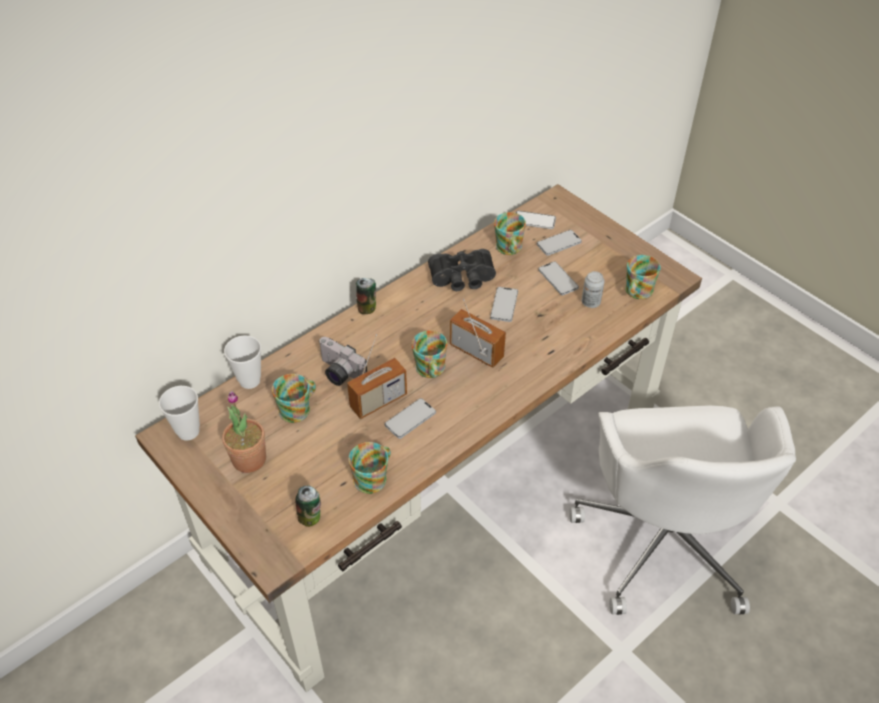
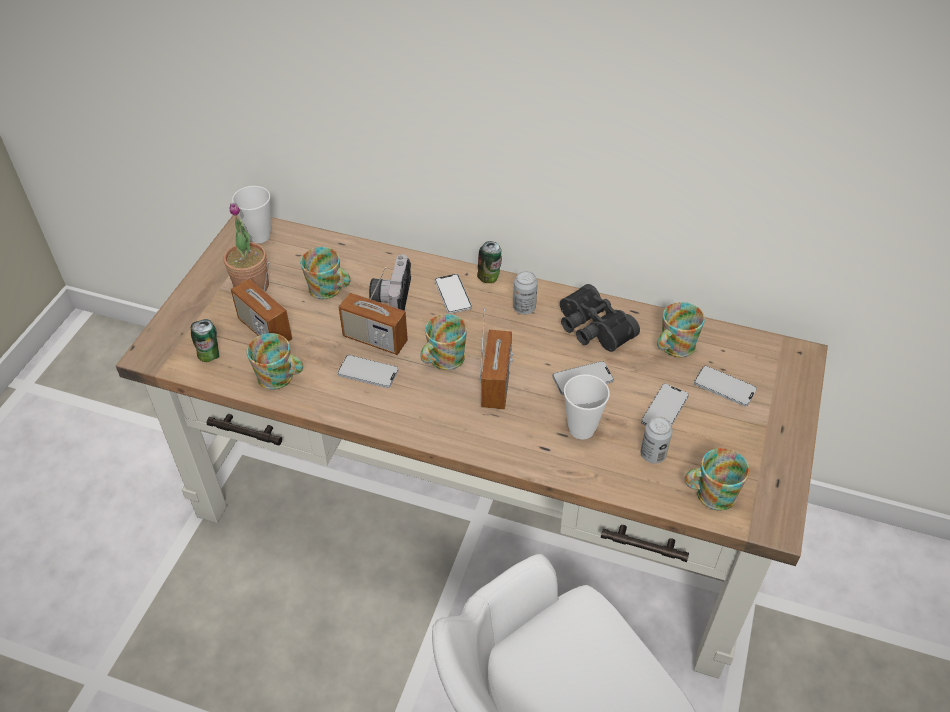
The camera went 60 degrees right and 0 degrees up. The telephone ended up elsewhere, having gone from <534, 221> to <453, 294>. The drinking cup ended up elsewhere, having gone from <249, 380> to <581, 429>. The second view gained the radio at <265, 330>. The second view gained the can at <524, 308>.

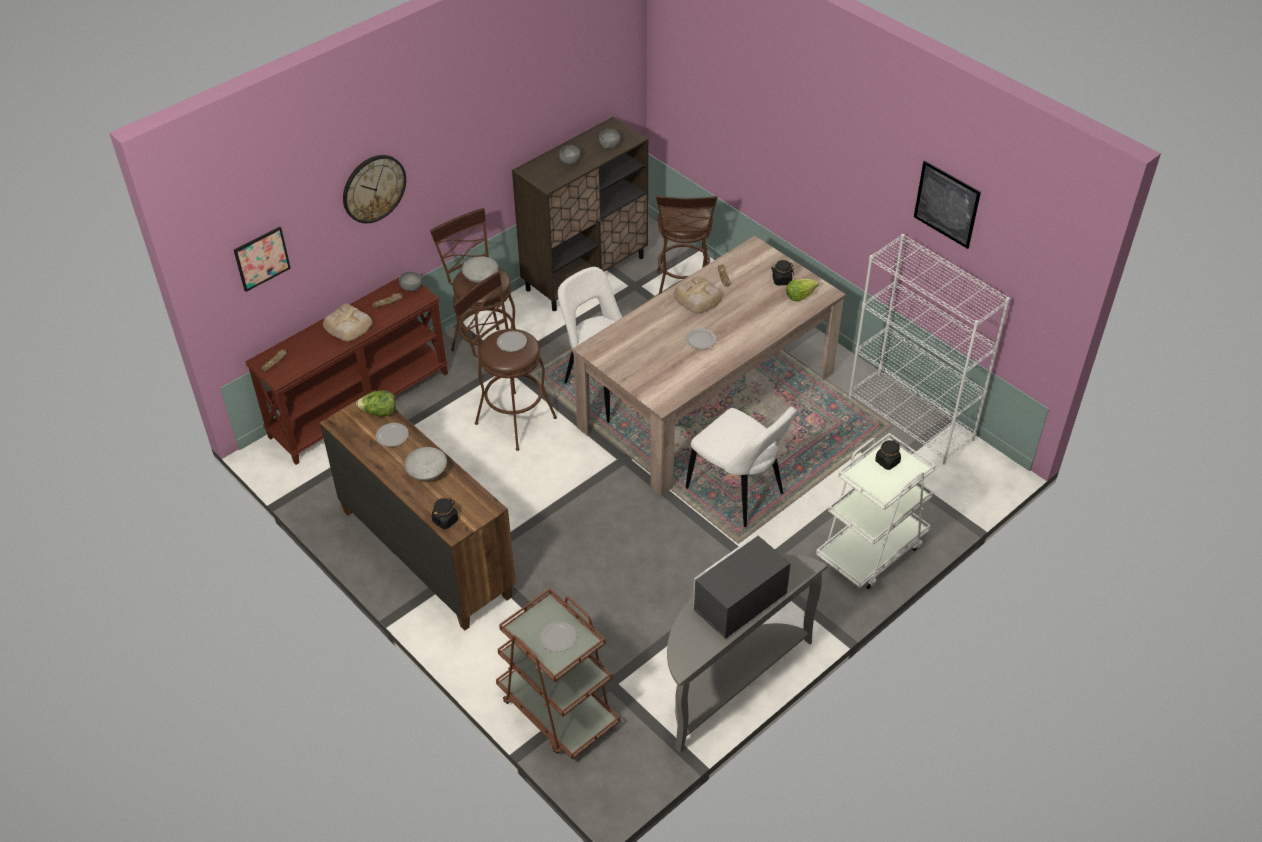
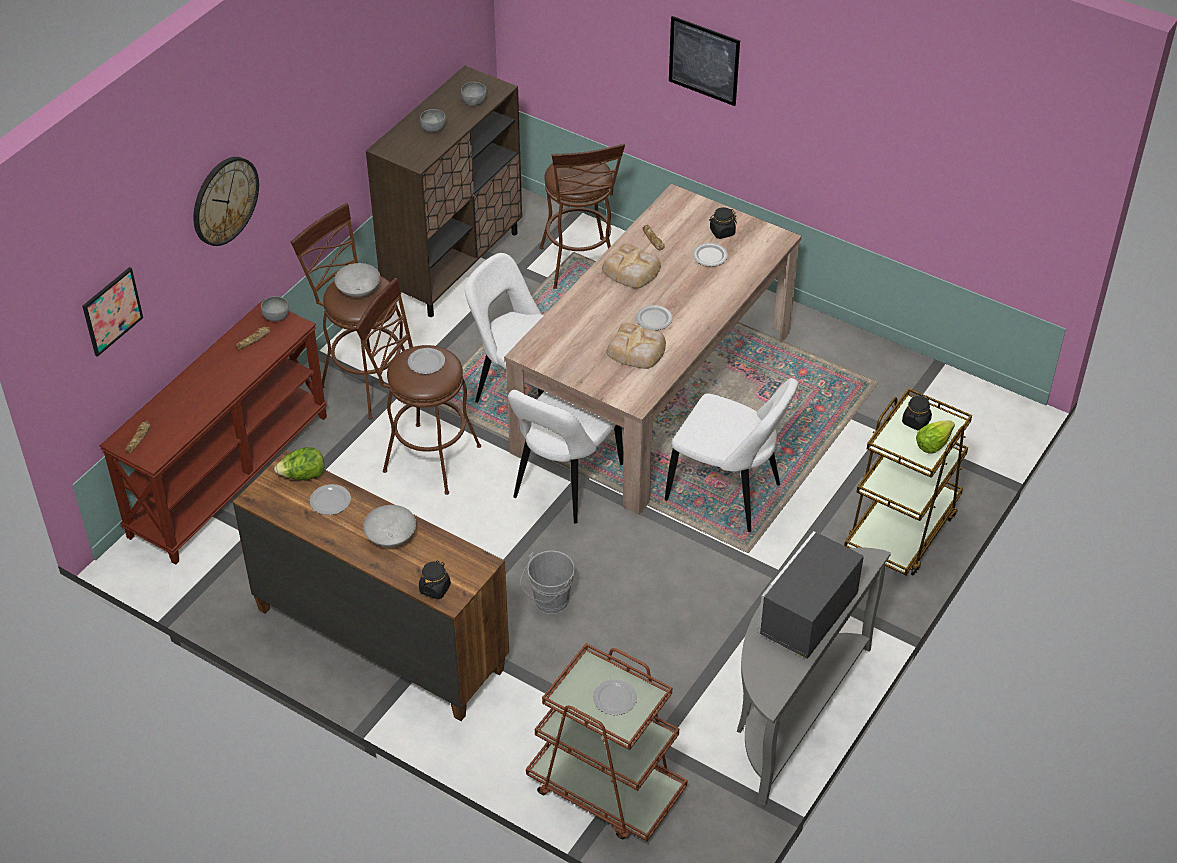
The camera went 15 degrees left and 0 degrees up. The picture ended up elsewhere, having gone from <946, 204> to <704, 60>. The second view lost the bookshelf/white-coloured at <911, 419>. The lettuce head ended up elsewhere, having gone from <799, 296> to <932, 444>. The bread ended up elsewhere, having gone from <348, 326> to <637, 350>. What was the trolley/white-coloured at <871, 550> turned into the trolley/brown at <901, 530>. The second view gained the dinner plate at <710, 256>. The second view gained the chair/white-coloured at <564, 484>. The second view gained the water bucket/gray at <549, 603>.

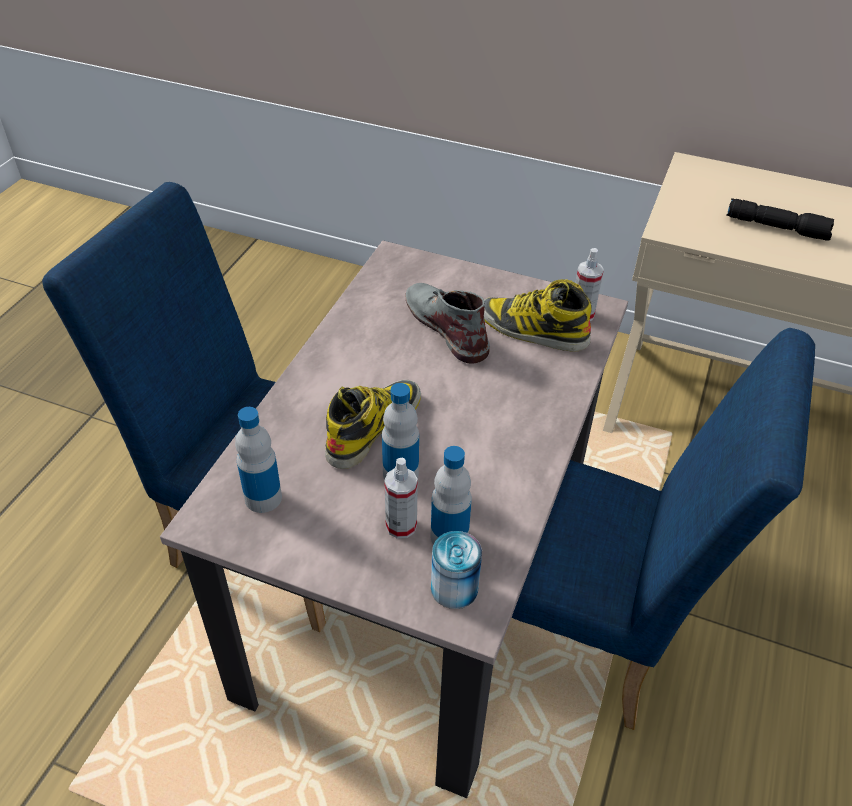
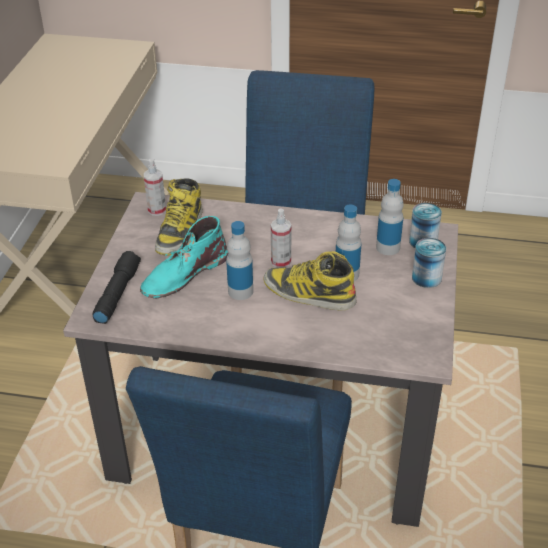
The camera went 100 degrees left and 5 degrees down. The flashlight/blackish ended up elsewhere, having gone from <777, 227> to <117, 293>. What was the tall boot/gray at <446, 325> turned into the tall boot/turquoise-coloured at <184, 274>. The beverage bottle ended up elsewhere, having gone from <263, 498> to <240, 291>. The spray bottle ended up elsewhere, having gone from <401, 526> to <281, 262>. The second view gained the can at <426, 278>.

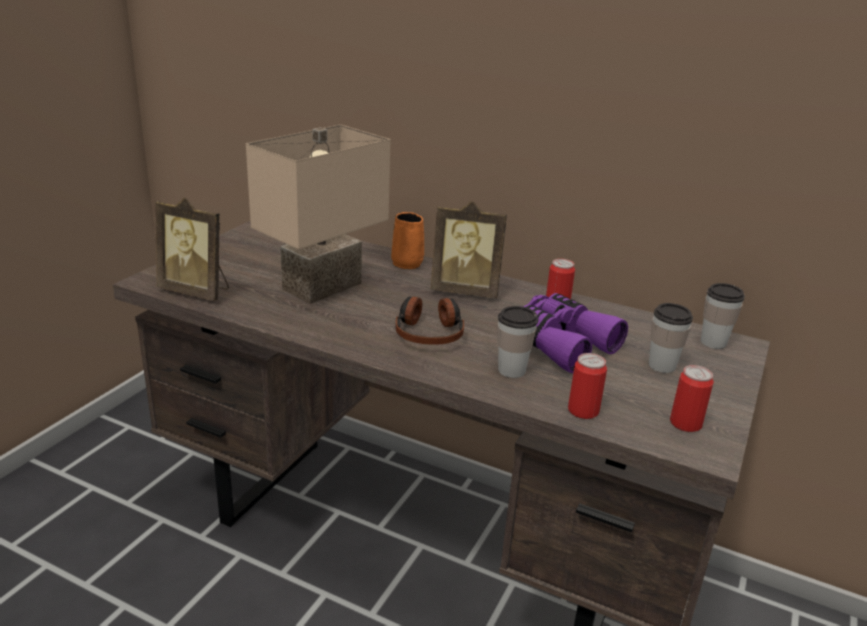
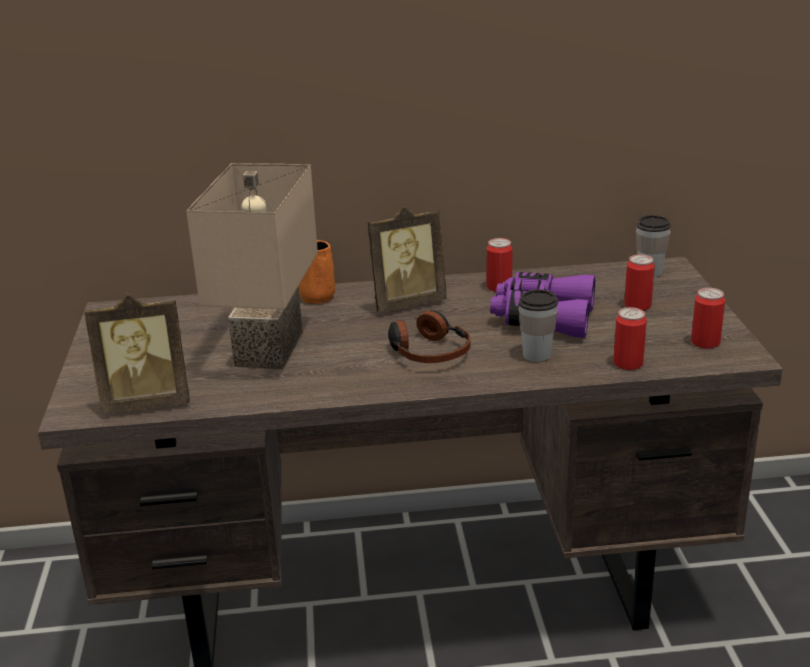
The camera went 30 degrees left and 0 degrees up. Where the drinking cup stood at <662, 366>, the can came to stand at <637, 305>.

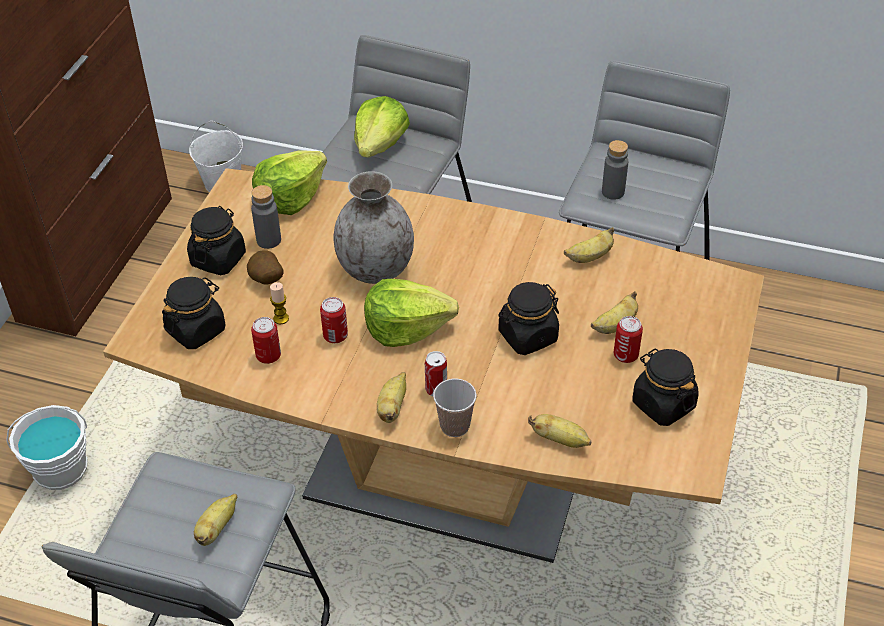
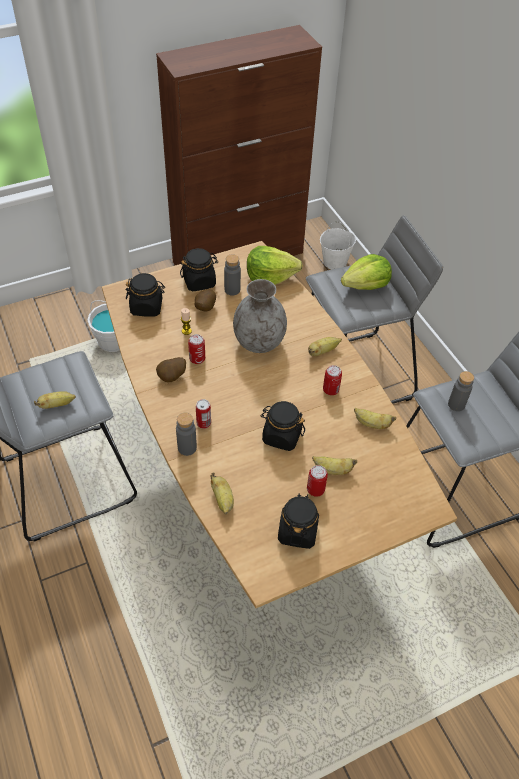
The camera went 45 degrees right and 5 degrees up. The second view lost the lettuce head at <406, 328>. The can ended up elsewhere, having gone from <268, 356> to <330, 390>. The banana ended up elsewhere, having gone from <392, 407> to <322, 351>. Where the drinking cup stood at <455, 426>, the beverage bottle/gray came to stand at <187, 448>. The second view gained the spud at <172, 377>.

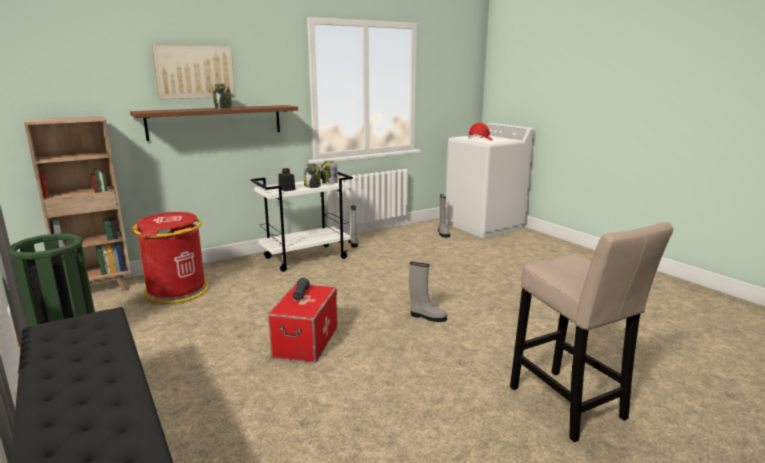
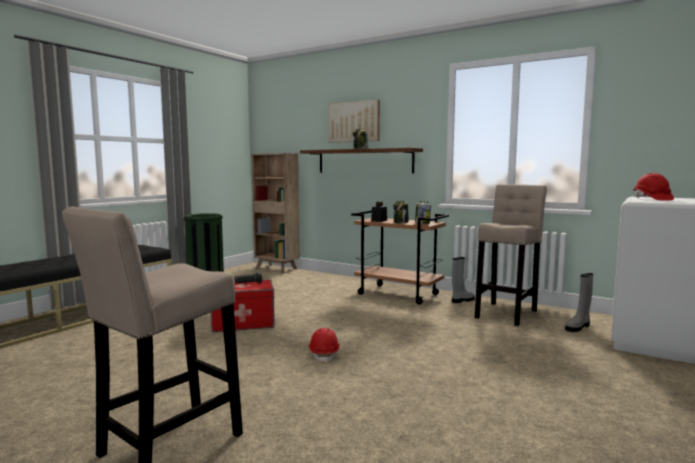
The camera went 65 degrees right and 10 degrees down. What was the trolley/white-coloured at <306, 258> turned into the trolley/brown at <399, 294>. The second view lost the trash can/red-coloured at <177, 291>. Where the tall boot/gray stood at <427, 317>, the safety helmet/red-coloured came to stand at <324, 354>. The second view gained the sitting stool/beige at <507, 313>.

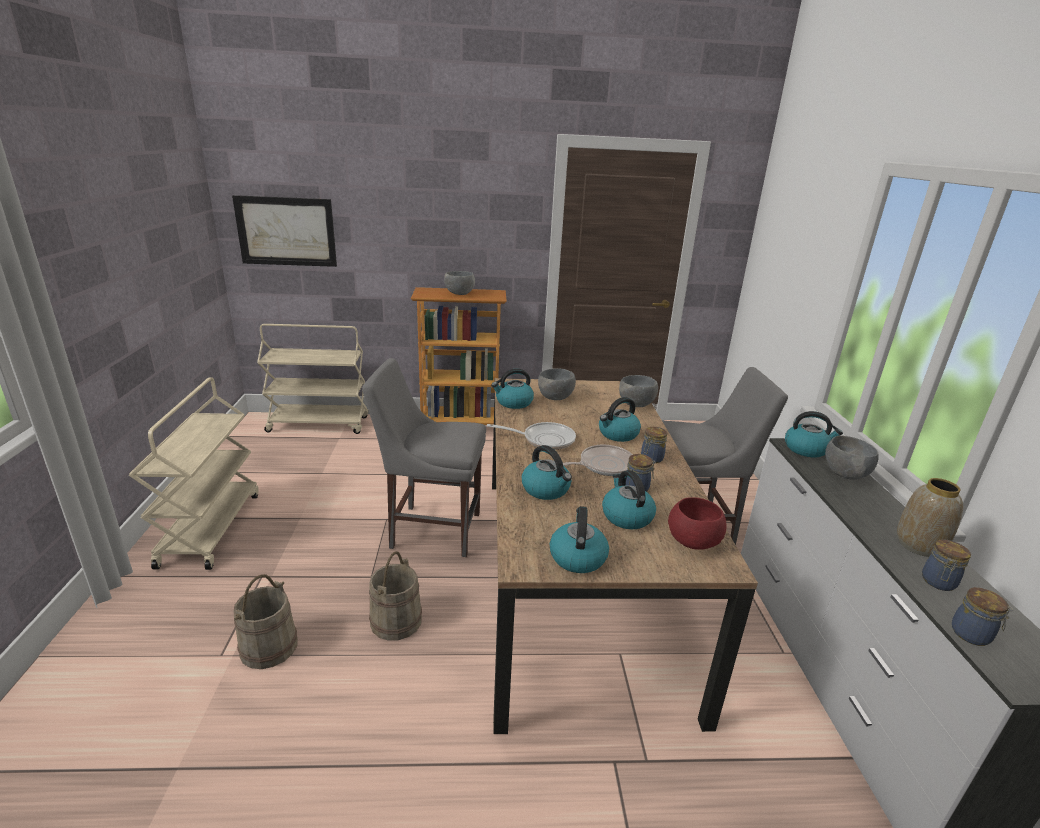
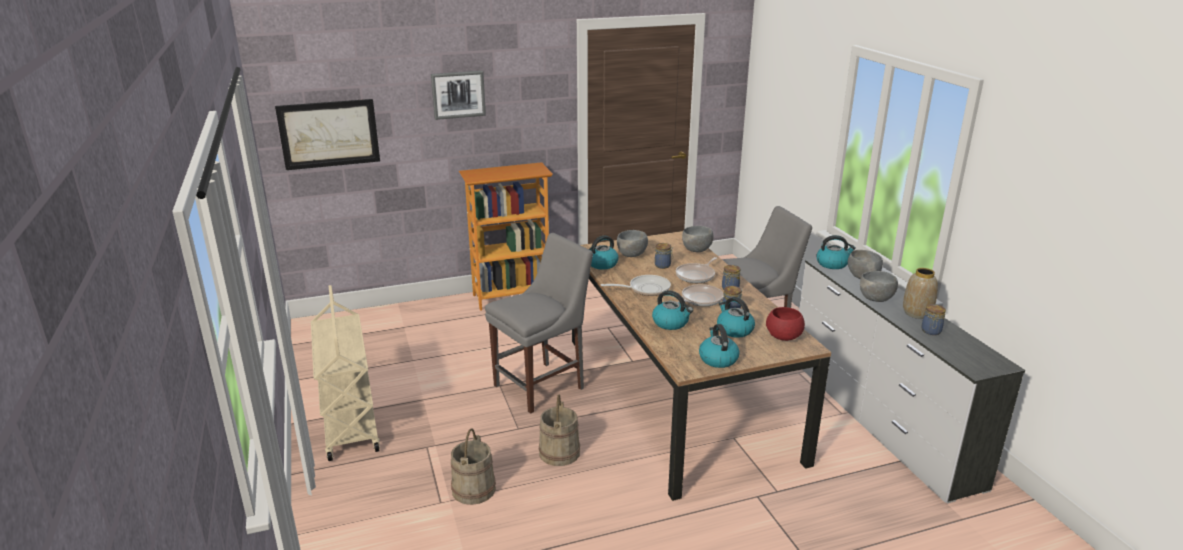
The camera went 15 degrees left and 0 degrees up. The bowl/gray ended up elsewhere, having gone from <460, 294> to <876, 299>. The second view lost the trolley/beige at <319, 424>. The chair/gray at <431, 529> ended up facing another way, 150 degrees clockwise from before. Where the tea kettle stood at <617, 434>, the pan came to stand at <696, 276>. The jar ended up elsewhere, having gone from <972, 635> to <663, 265>. The second view gained the picture at <458, 94>.

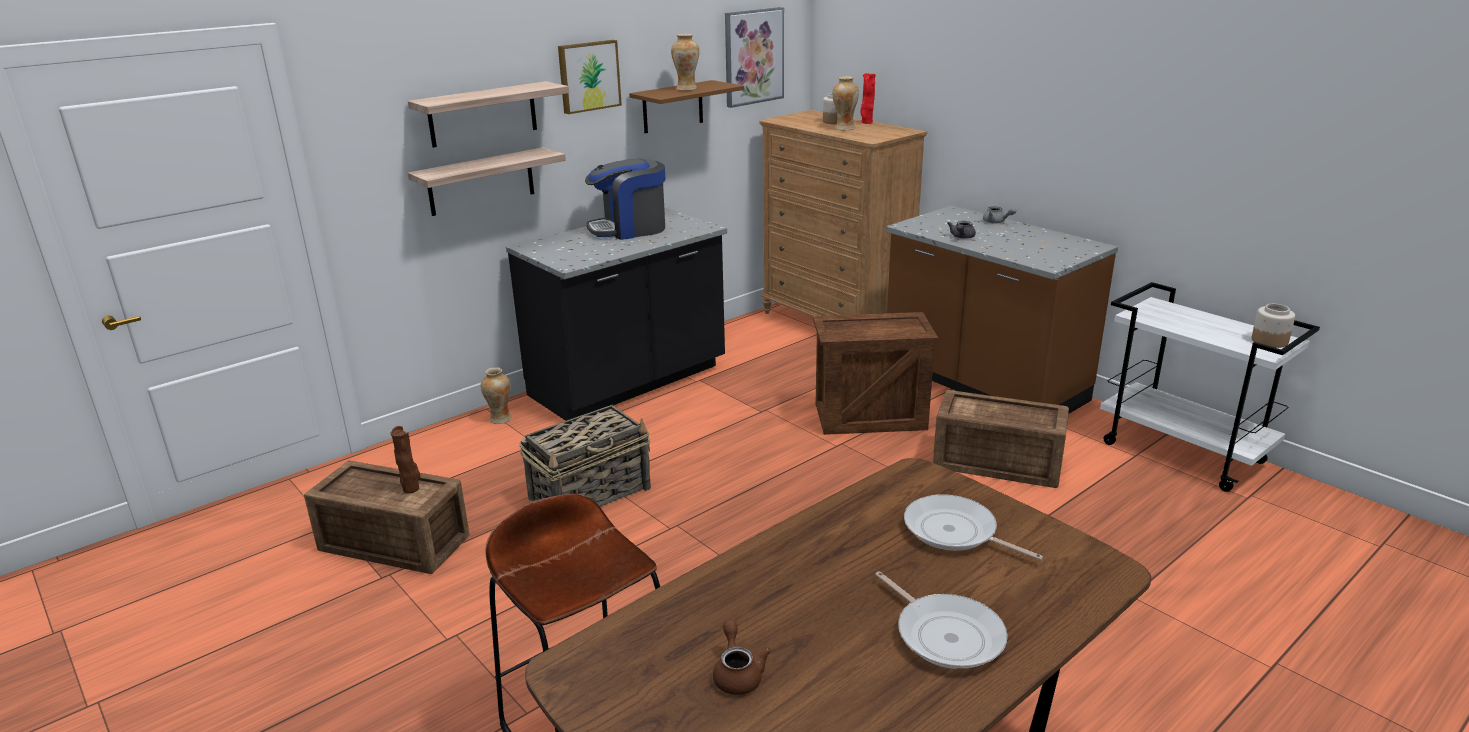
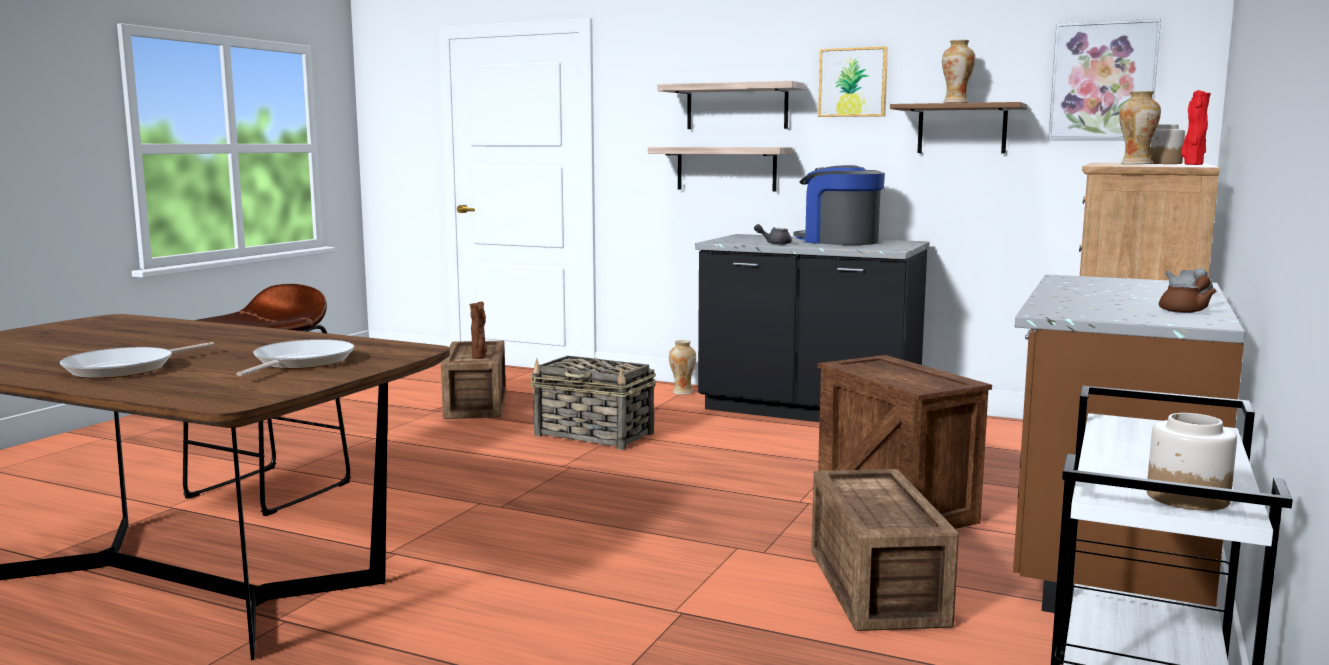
The camera went 65 degrees right and 15 degrees down. The teapot/gray ended up elsewhere, having gone from <961, 237> to <774, 243>. The teapot/brown ended up elsewhere, having gone from <737, 674> to <1186, 310>.

